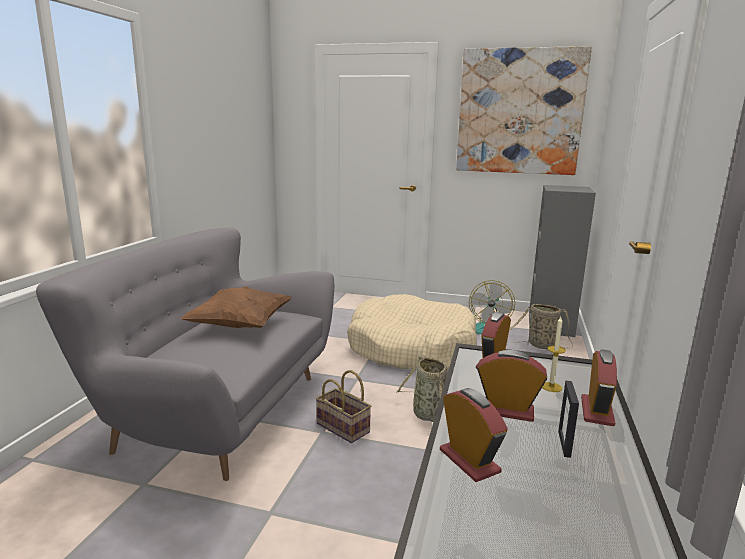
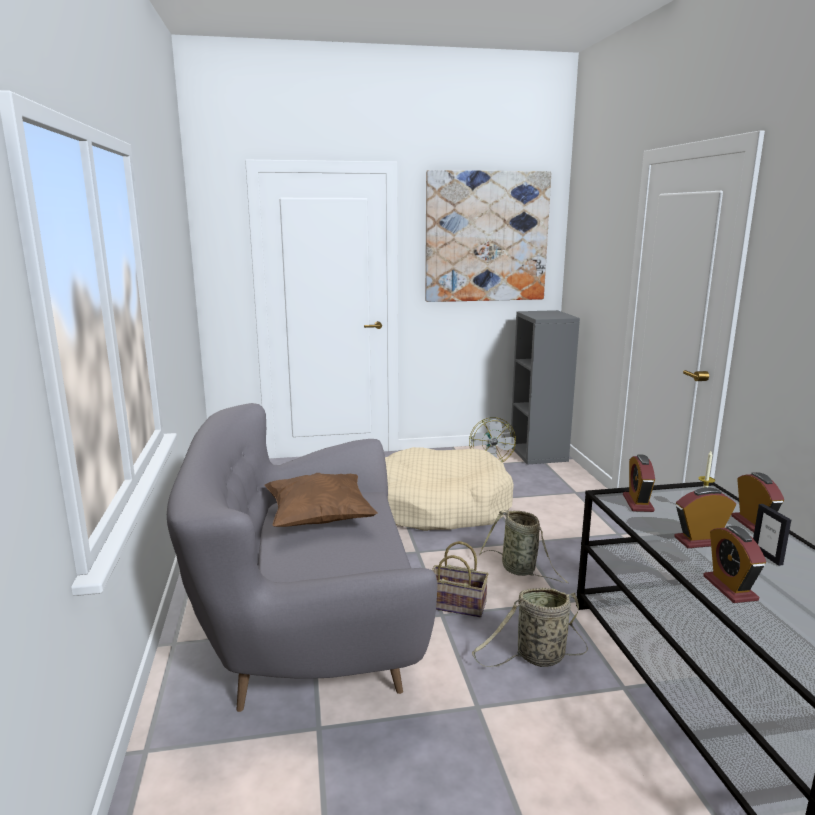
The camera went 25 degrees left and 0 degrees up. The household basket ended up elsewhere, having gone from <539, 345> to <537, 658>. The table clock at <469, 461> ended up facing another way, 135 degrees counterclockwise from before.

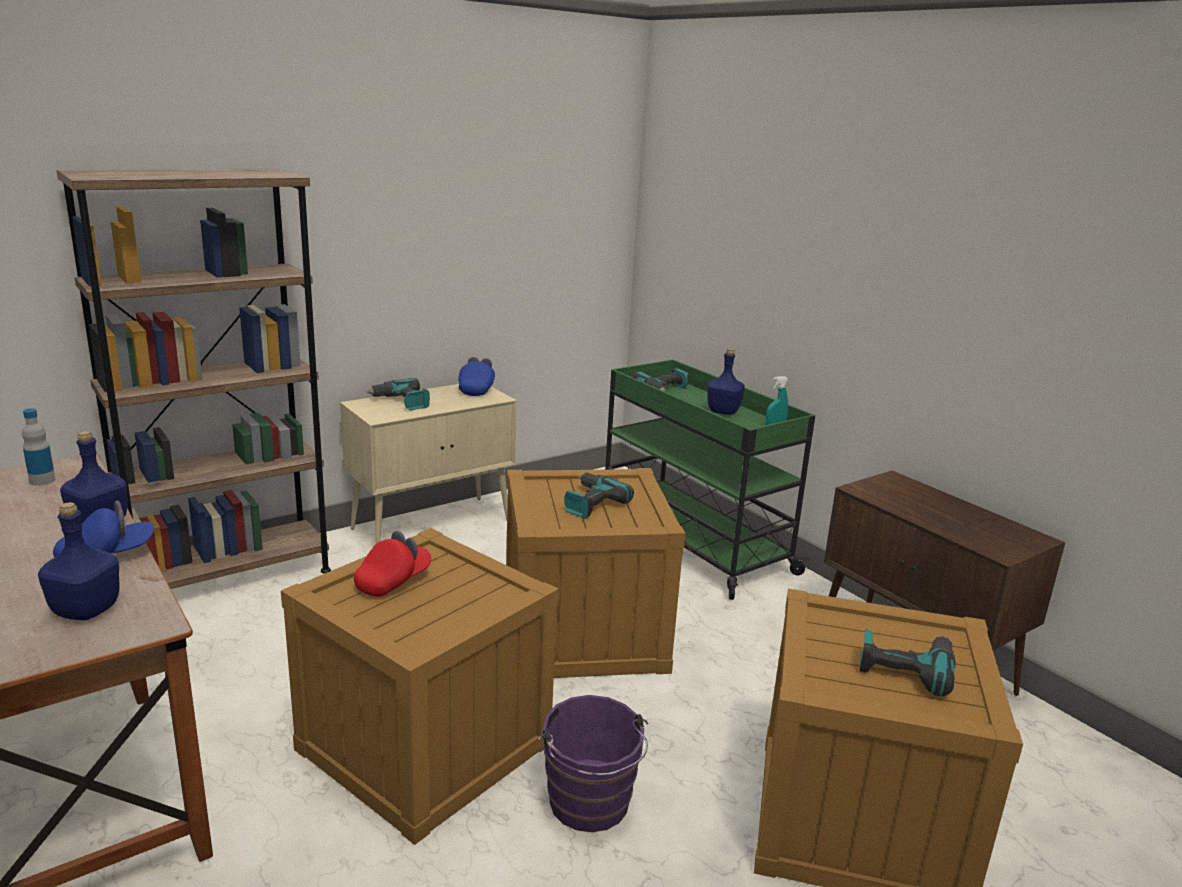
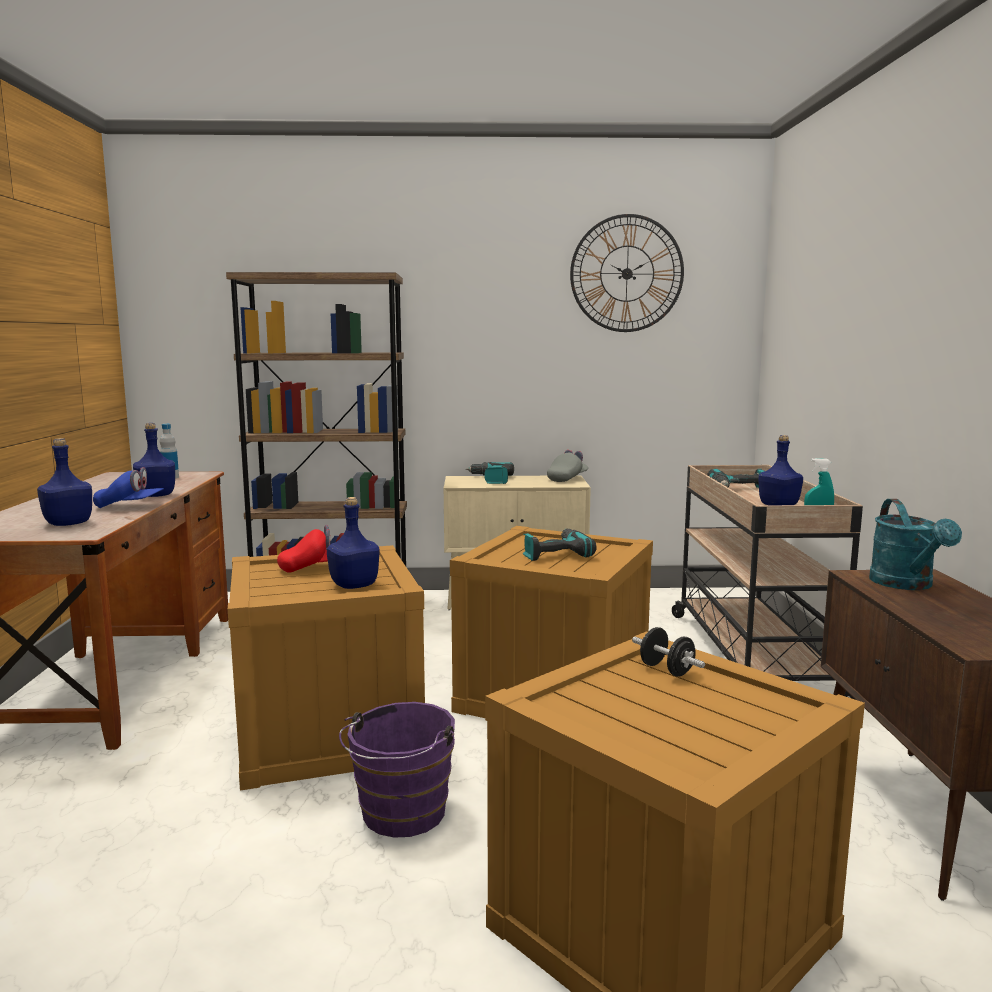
The camera went 35 degrees right and 10 degrees down. What was the cap/blue-coloured at <477, 389> turned into the cap/gray at <567, 479>. What was the trolley/green at <689, 540> turned into the trolley/beige at <750, 654>. The second view lost the power drill at <905, 668>. The second view gained the wall clock at <627, 273>. The second view gained the beverage bottle/blue-coloured at <353, 585>. The second view gained the watering can/turquoise-coloured at <906, 585>. The second view gained the free weight/blackish at <666, 670>.

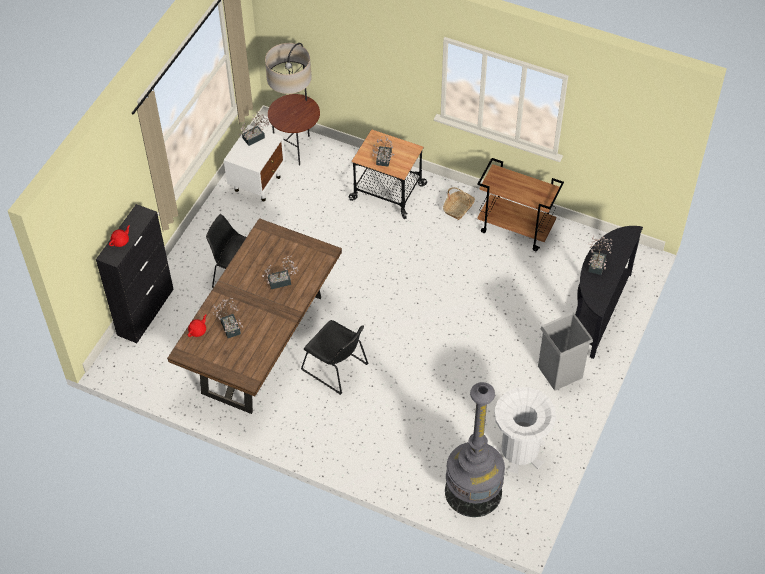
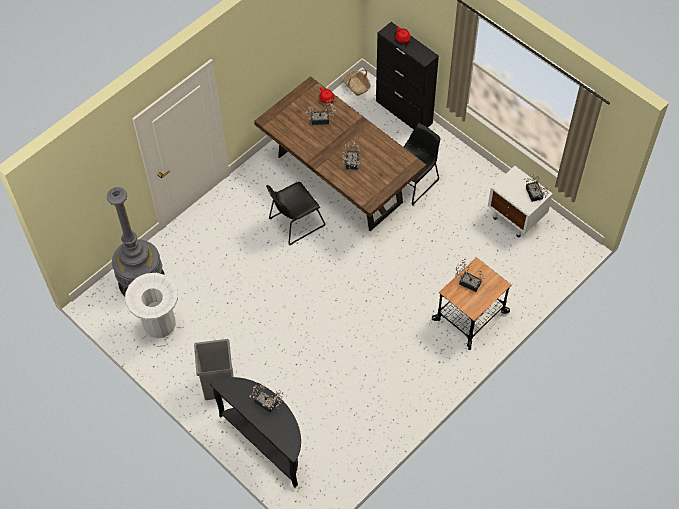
The camera went 110 degrees right and 5 degrees up. The second view lost the standard lamp at <296, 148>. The second view lost the trolley/brown at <516, 228>. The household basket ended up elsewhere, having gone from <458, 208> to <356, 86>.

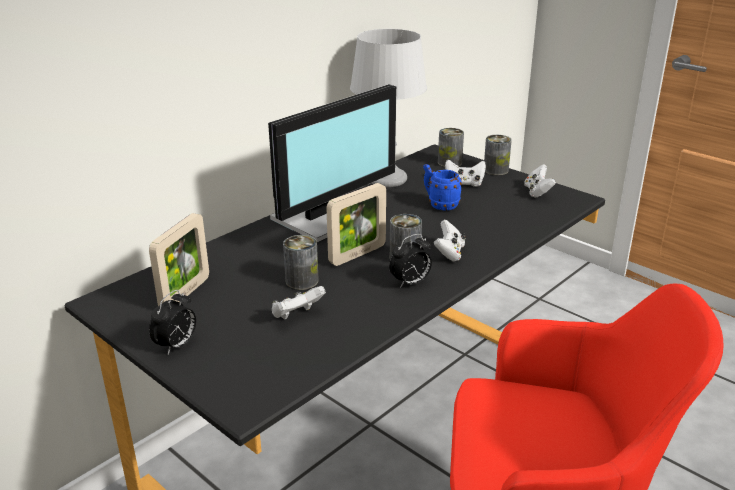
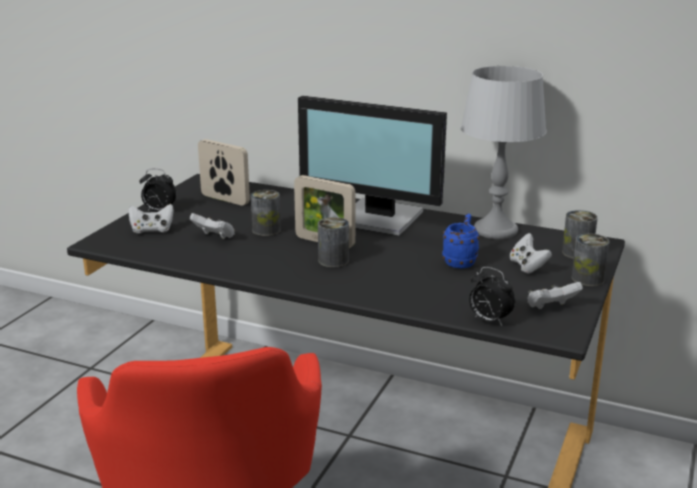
The camera went 70 degrees right and 5 degrees down. The photo frame at <185, 294> ended up facing another way, 150 degrees counterclockwise from before. The joypad/white-coloured ended up elsewhere, having gone from <449, 253> to <152, 230>. The table clock ended up elsewhere, having gone from <410, 283> to <488, 320>.

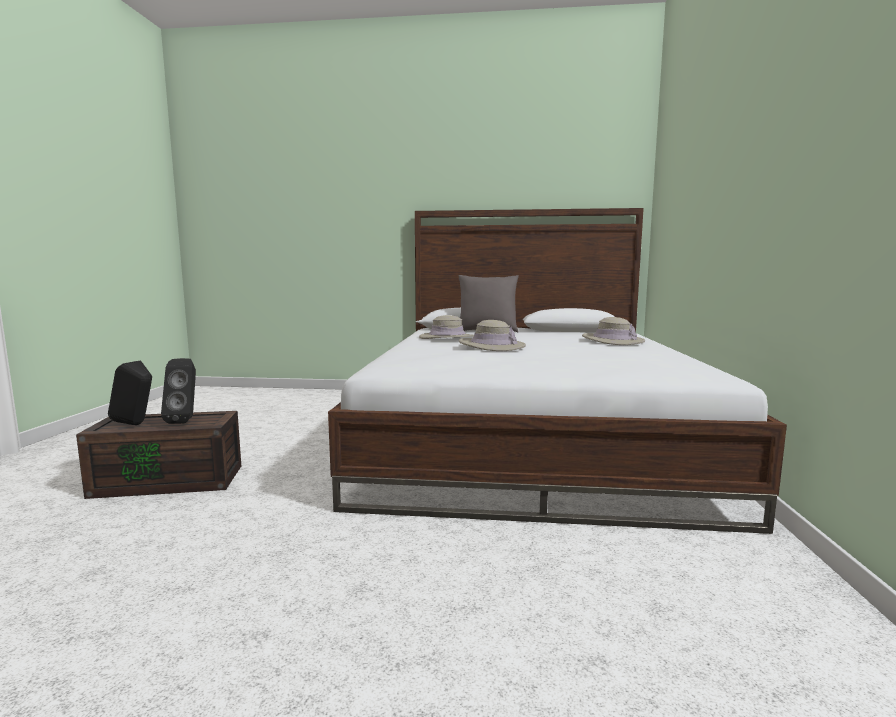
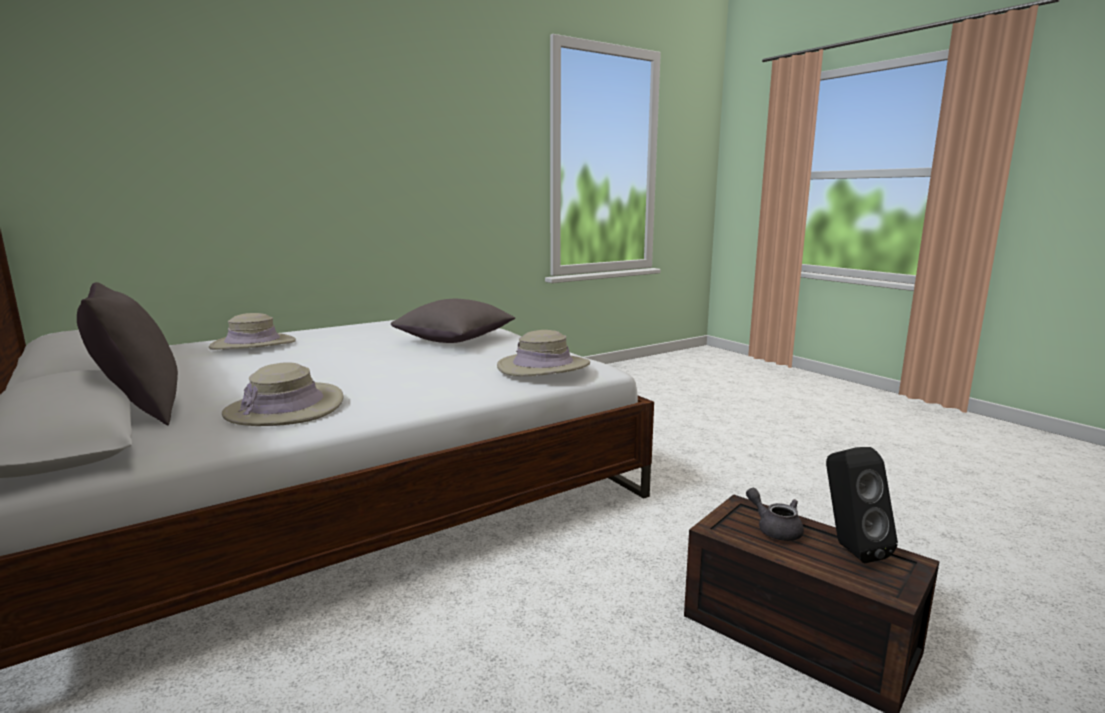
The camera went 130 degrees left and 5 degrees up. The wearable hat/beige ended up elsewhere, having gone from <491, 346> to <543, 367>. Where the loudspeaker/blackish stood at <185, 421>, the teapot/gray came to stand at <775, 529>. The second view gained the pillow/gray at <455, 340>.

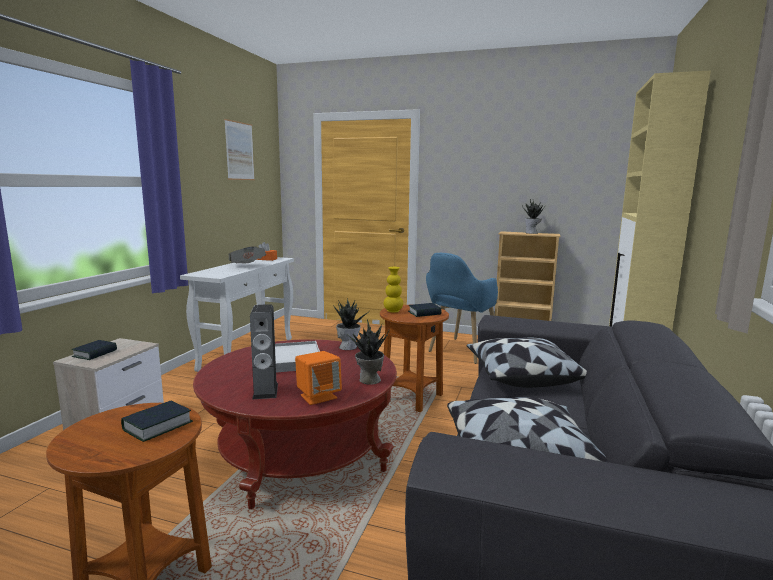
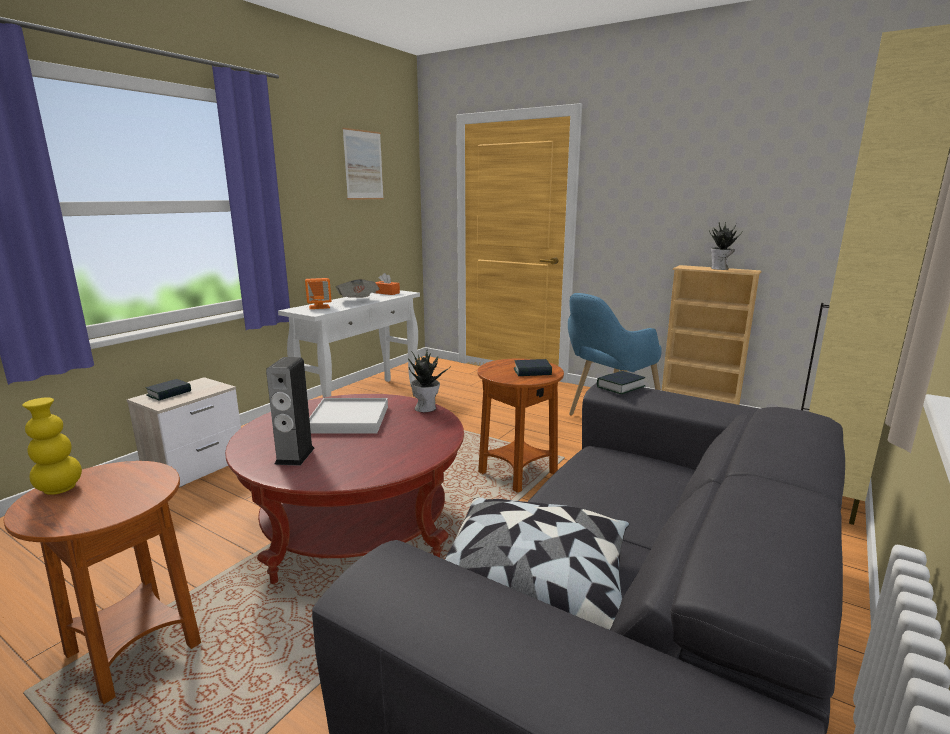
The camera went 15 degrees right and 5 degrees up. The decorative vase/yellowish ended up elsewhere, having gone from <393, 311> to <60, 489>. The second view lost the houseplant at <369, 380>. The second view lost the pillow at <521, 376>. The loudspeaker/orange ended up elsewhere, having gone from <318, 396> to <319, 307>. The book ended up elsewhere, having gone from <157, 426> to <620, 387>.

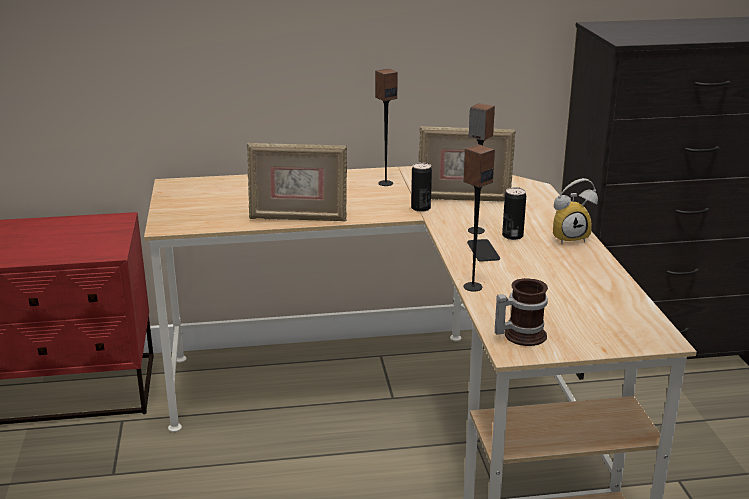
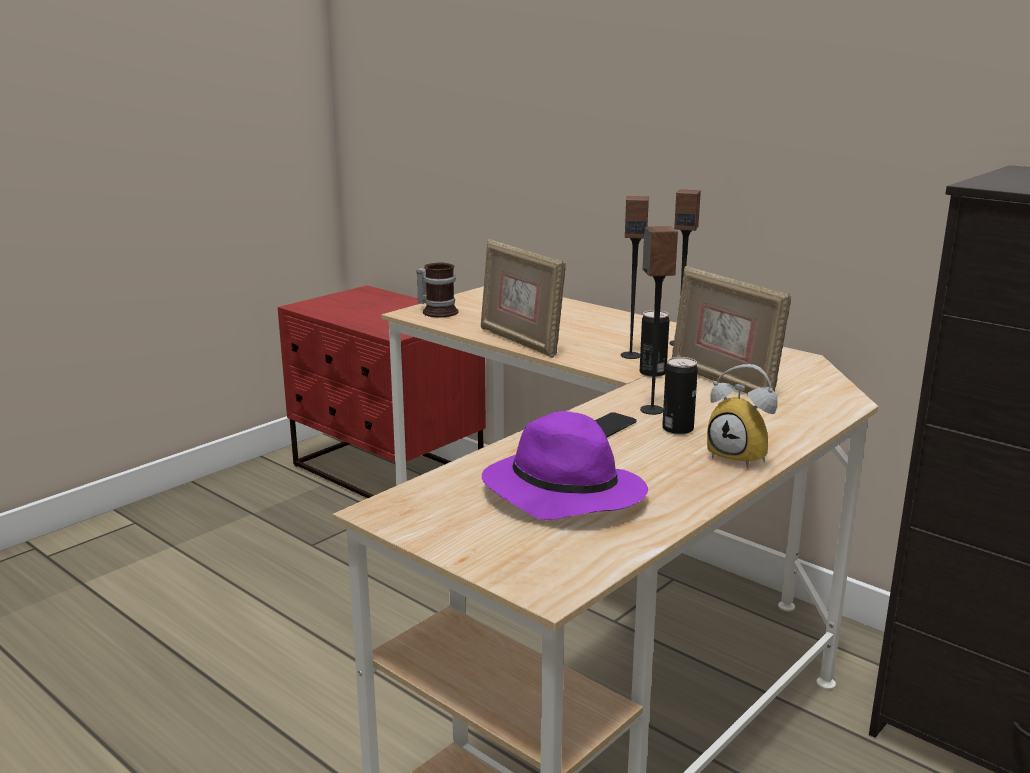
The camera went 50 degrees right and 5 degrees down. The loudspeaker ended up elsewhere, having gone from <472, 287> to <630, 355>. The tea mug ended up elsewhere, having gone from <520, 335> to <438, 311>. The second view gained the wearable hat/purple-coloured at <561, 493>.

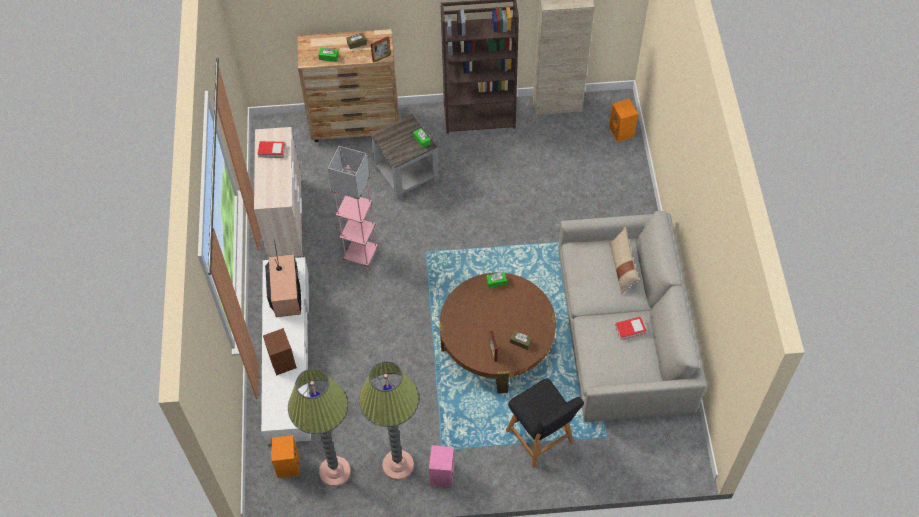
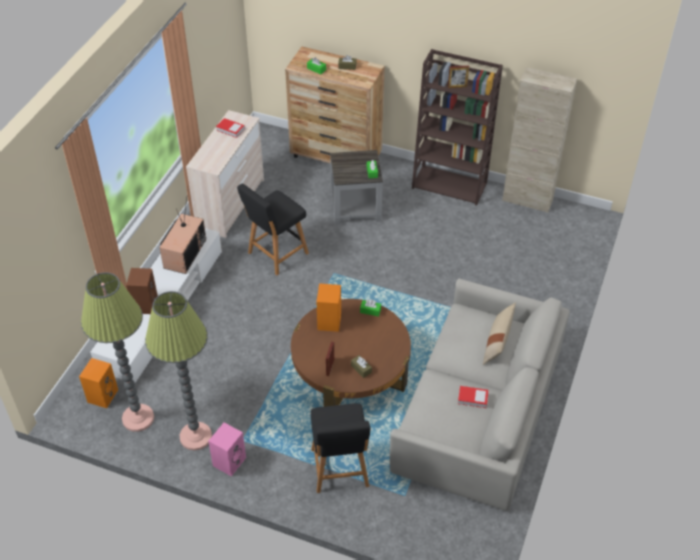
The camera went 25 degrees right and 10 degrees down. The photo frame ended up elsewhere, having gone from <381, 58> to <457, 86>. The loudspeaker/orange ended up elsewhere, having gone from <622, 132> to <330, 322>. Where the standard lamp/pink stood at <361, 254>, the sitting stool/blackish came to stand at <276, 254>.

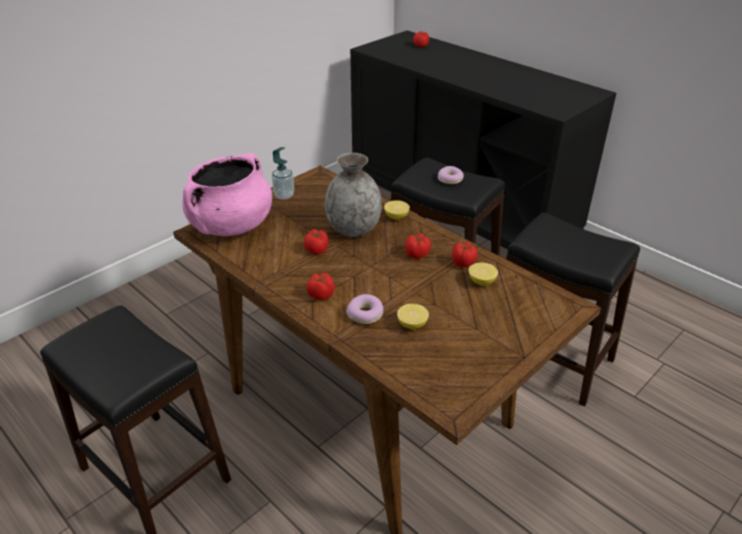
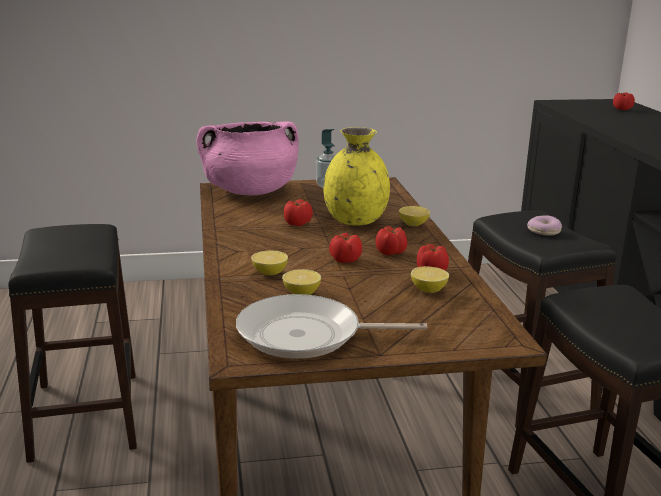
The camera went 35 degrees right and 15 degrees down. What was the decorative vase/gray at <353, 229> turned into the decorative vase/yellowish at <355, 221>. The tomato ended up elsewhere, having gone from <320, 295> to <345, 260>. Where the donut stood at <365, 314>, the lemon came to stand at <269, 273>. The second view gained the pan at <306, 336>.

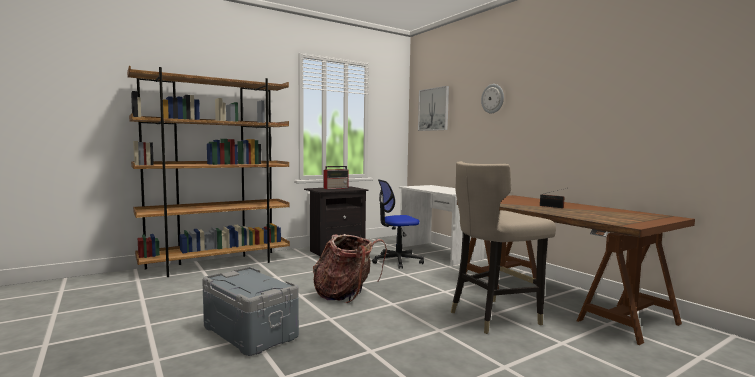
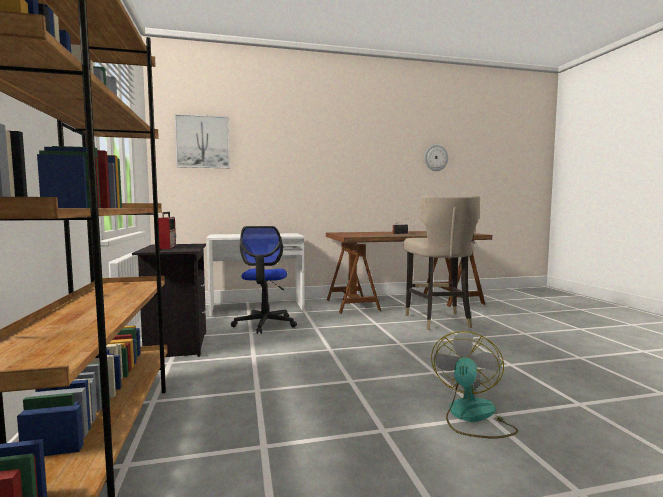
The camera went 70 degrees left and 0 degrees up. The wall clock ended up elsewhere, having gone from <493, 98> to <435, 157>. The second view lost the backpack at <346, 295>. Where the storage container/gray stood at <251, 332>, the electric fan came to stand at <472, 417>.

